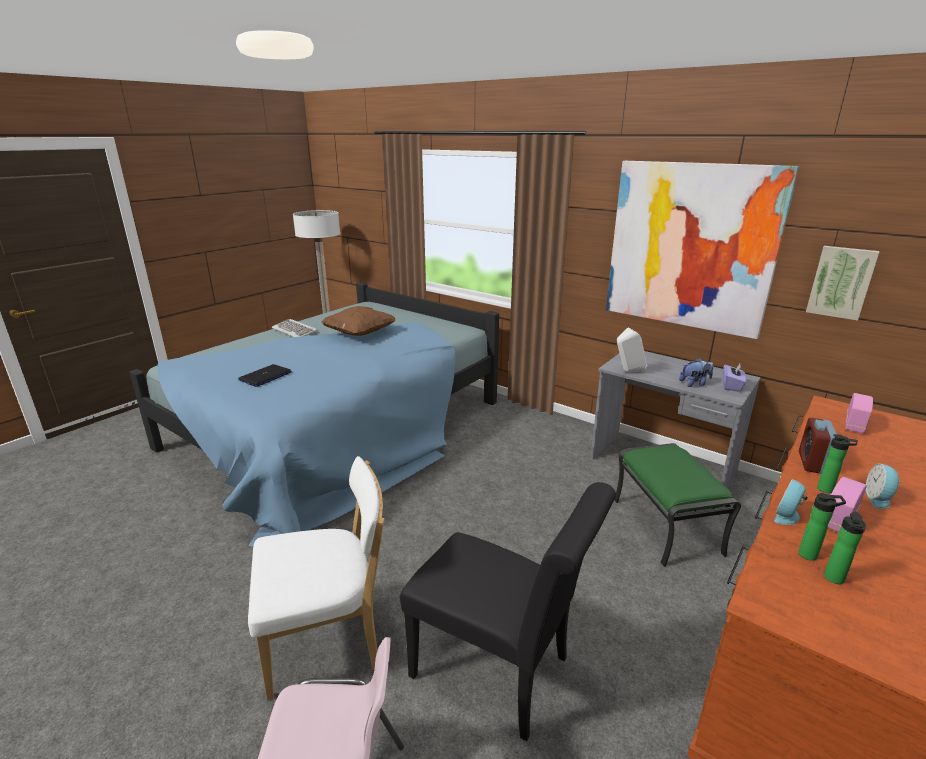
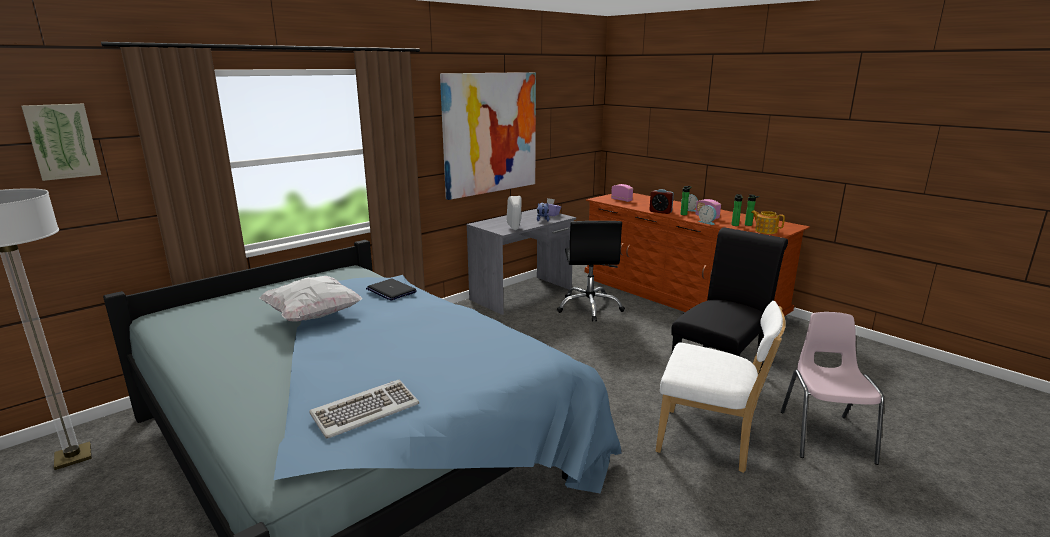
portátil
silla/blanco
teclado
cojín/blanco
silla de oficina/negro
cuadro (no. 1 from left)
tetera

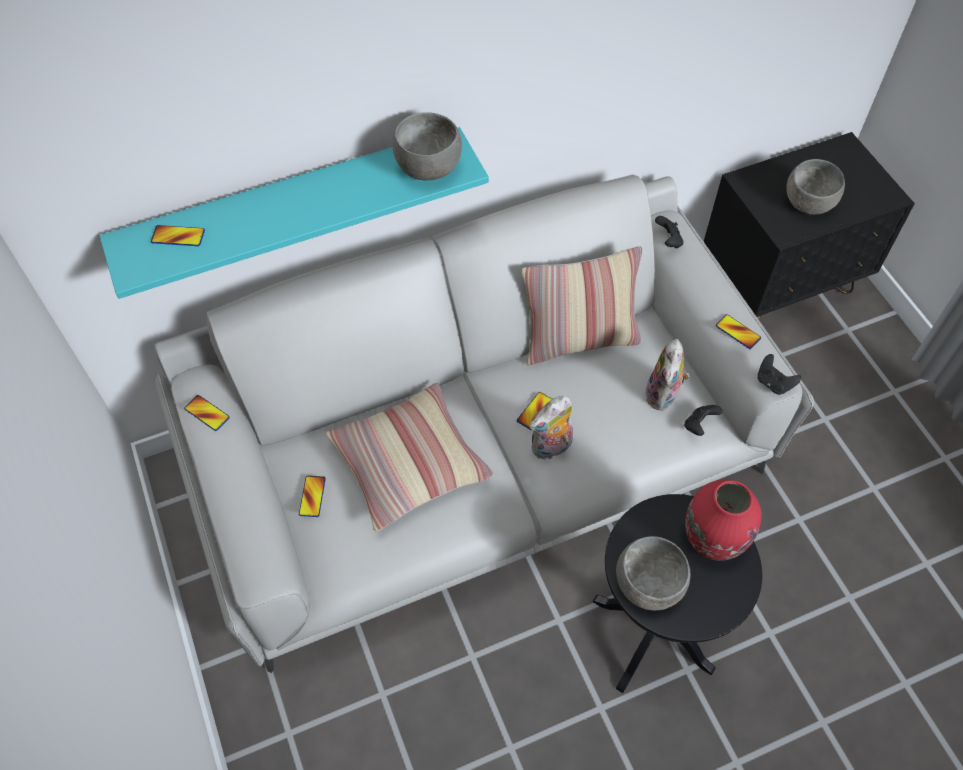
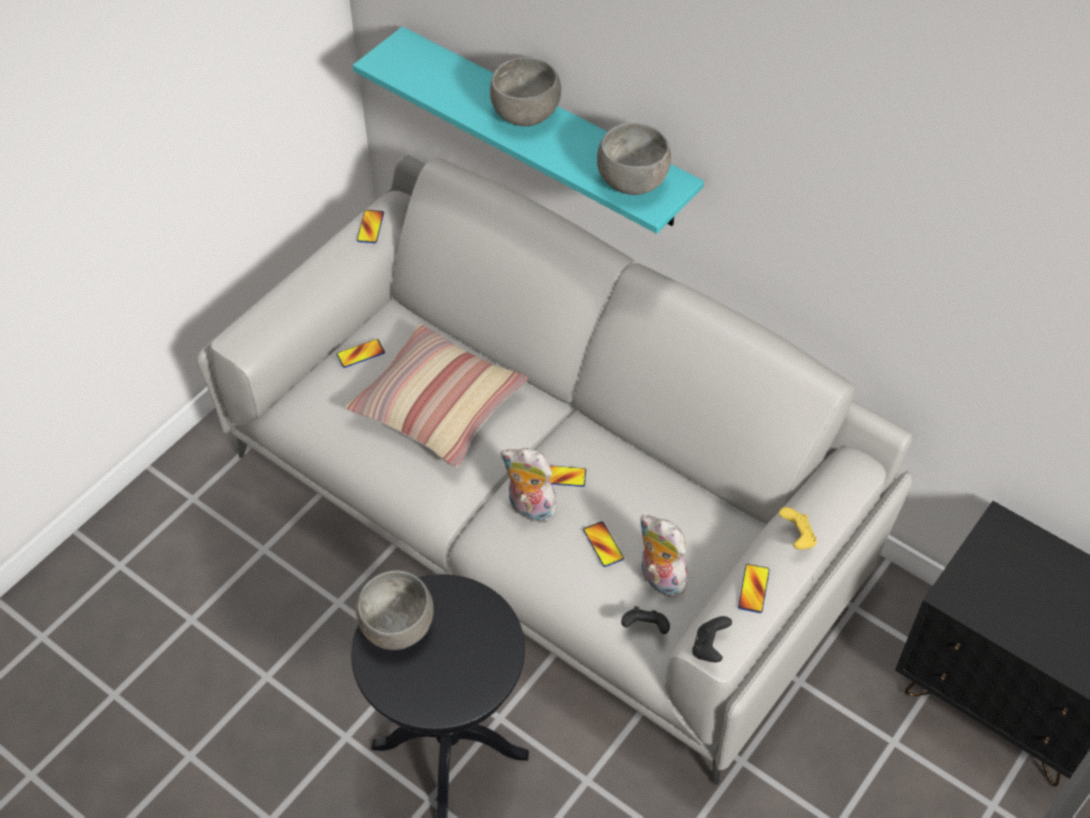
móvil (no. 4 from left)
cojín (no. 2 from left in the first image)
peluche (no. 2 from left)
mando de consola/negro (no. 1 from left in the first image)
florero/rojo
cuenco/gris (no. 2 from left)
mando de consola/amarillo

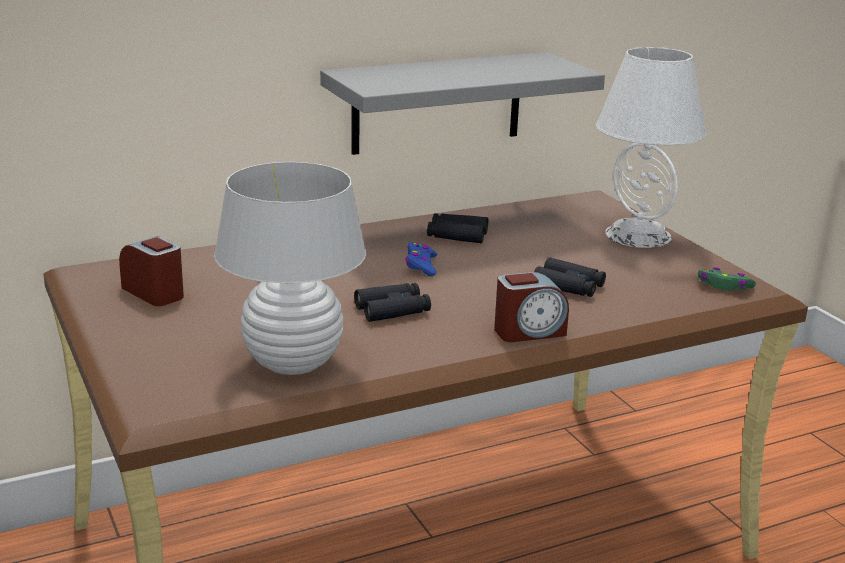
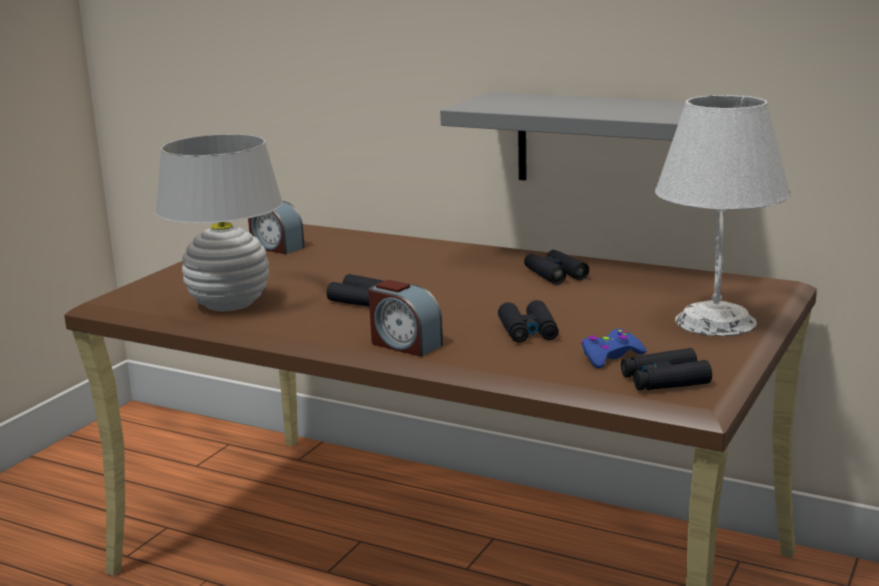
despertador (no. 1 from left)
mando de consola/azul
prismáticos/negro (no. 4 from left)

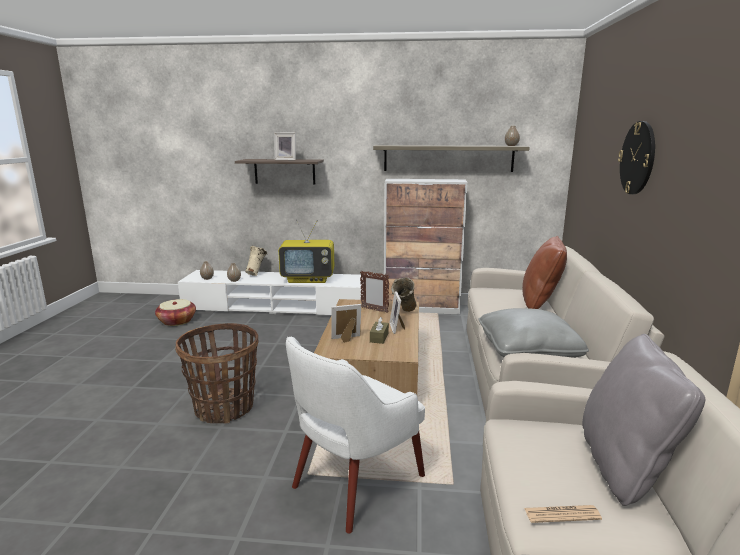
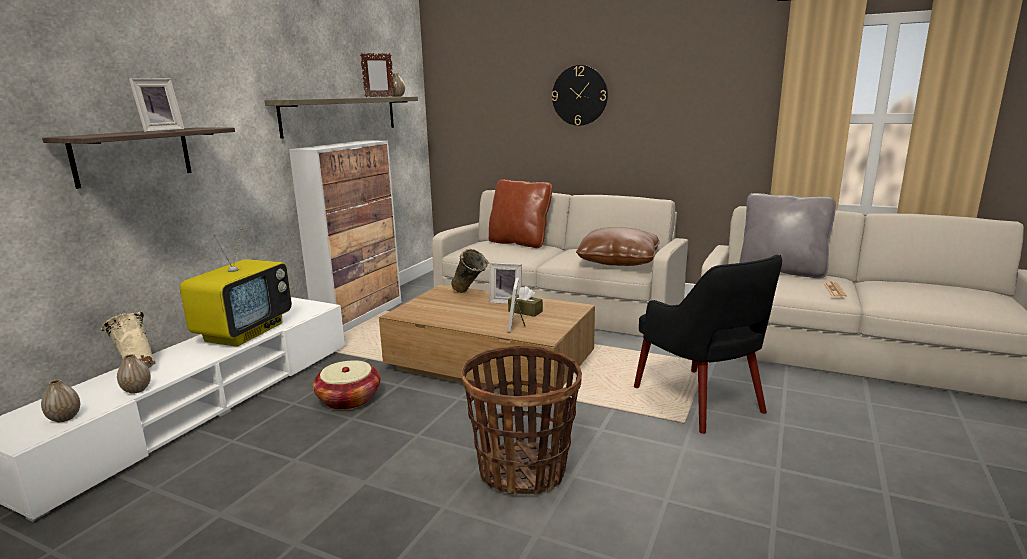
cesta (no. 1 from left)
sillón/negro
portarretratos (no. 2 from left)
cojín/marrón (no. 2 from left)

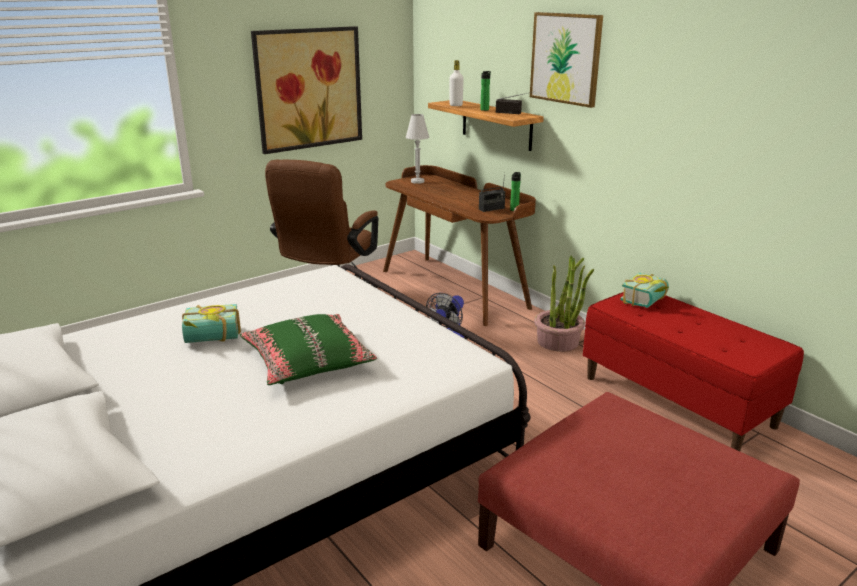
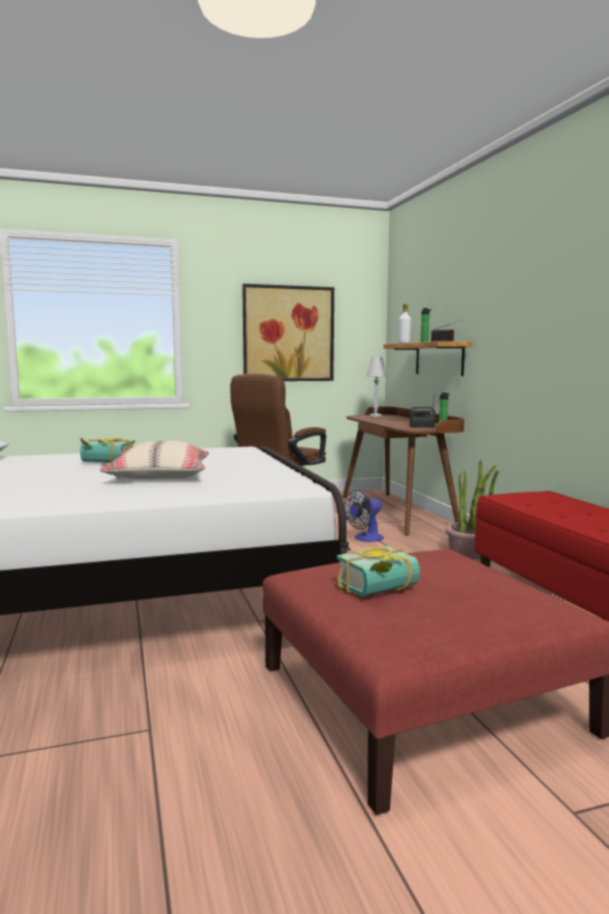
cojín/beis
cuadro (no. 2 from left in the first image)
libro (no. 2 from left)

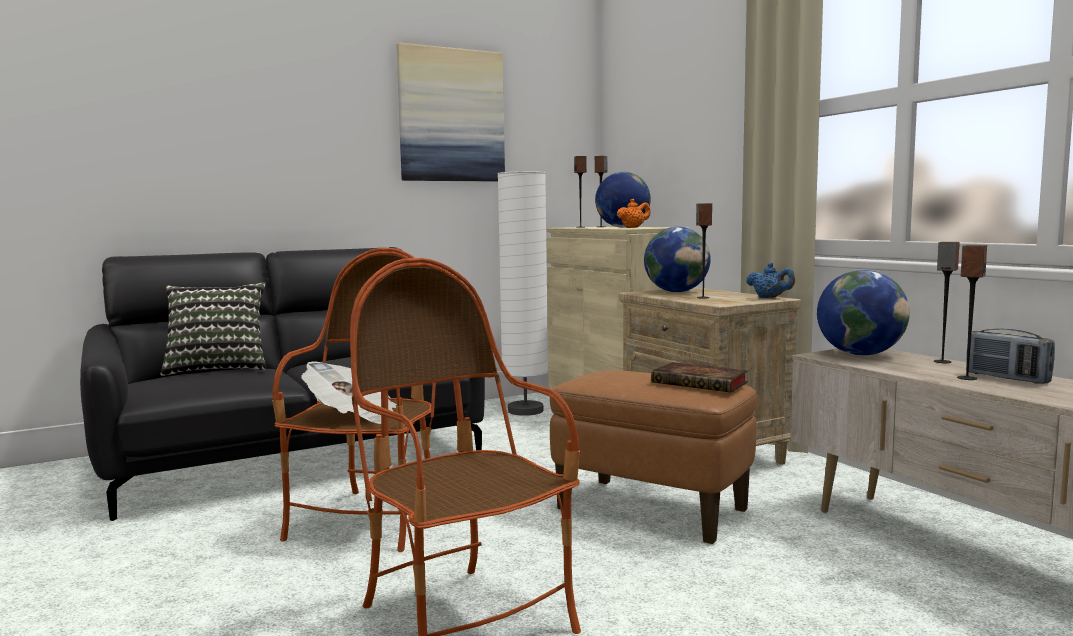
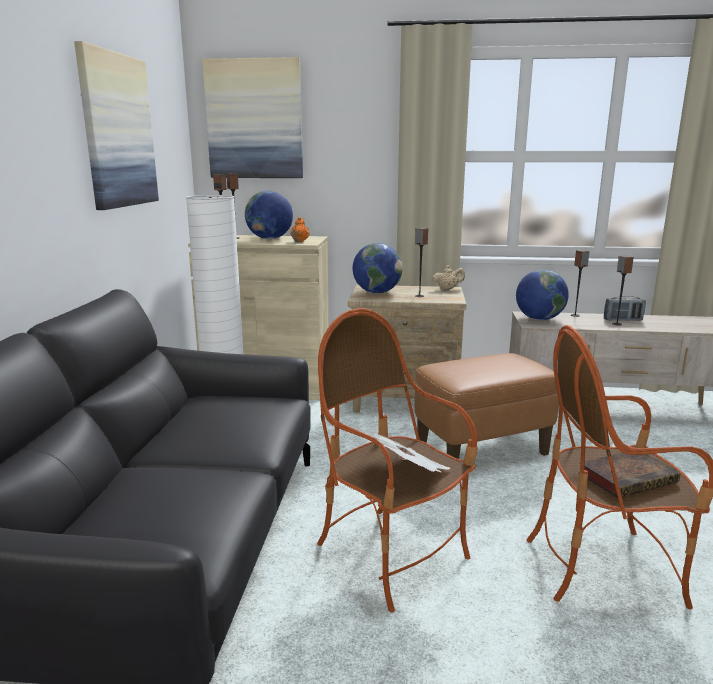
cojín
libro
tetera/beis
cuadro (no. 2 from left)

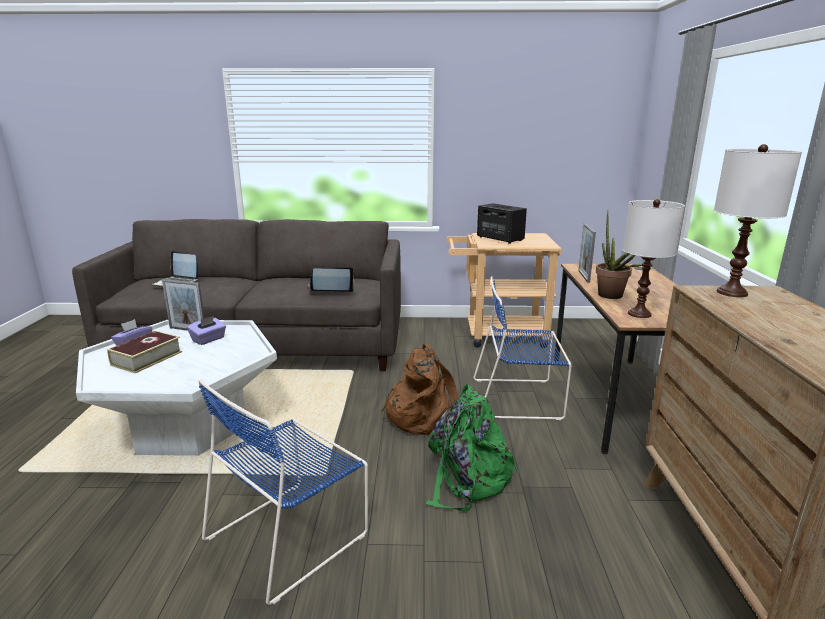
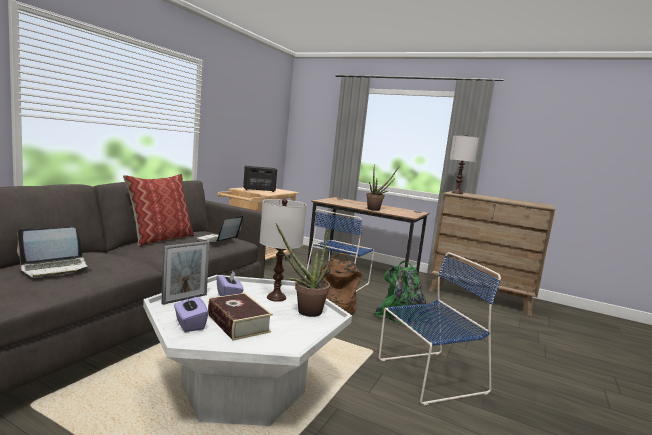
silla/azul (no. 2 from left)
portarretratos (no. 2 from left in the first image)
lámpara de mesa/blanco (no. 1 from left)
cojín
planta en maceta (no. 1 from left)

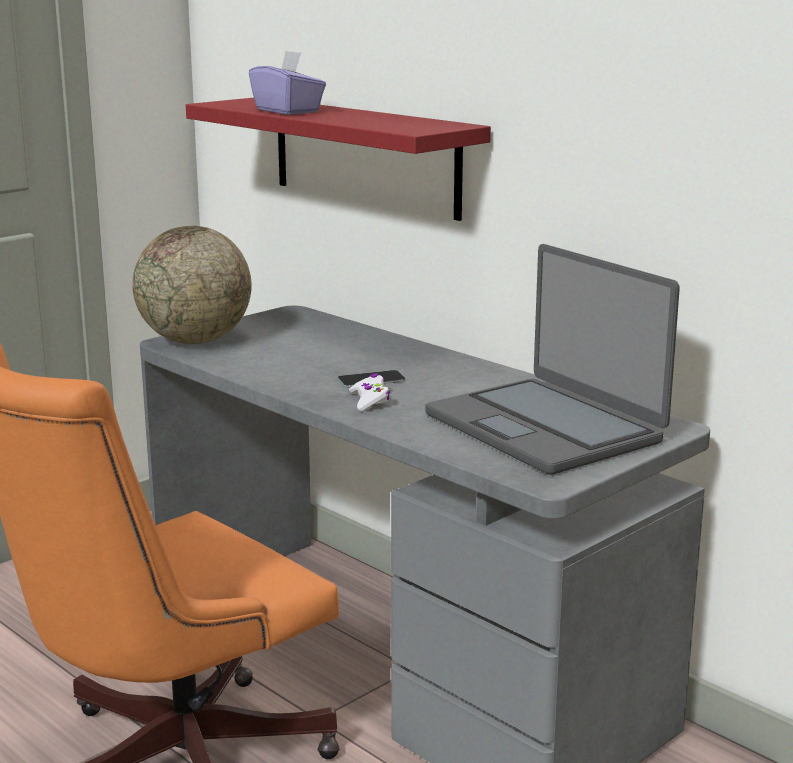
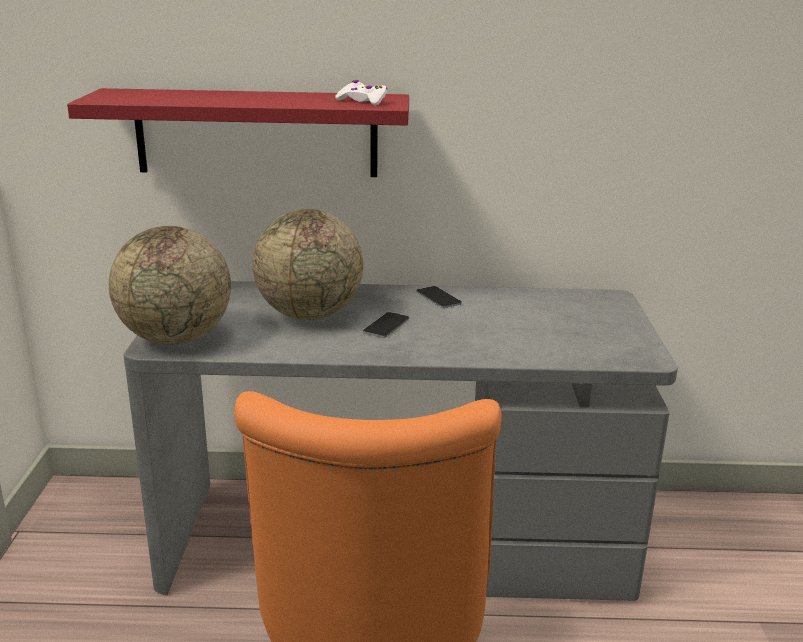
caja de pañuelos/morado
mando de consola/blanco
portátil
globo terráqueo (no. 2 from left)
móvil (no. 2 from left)

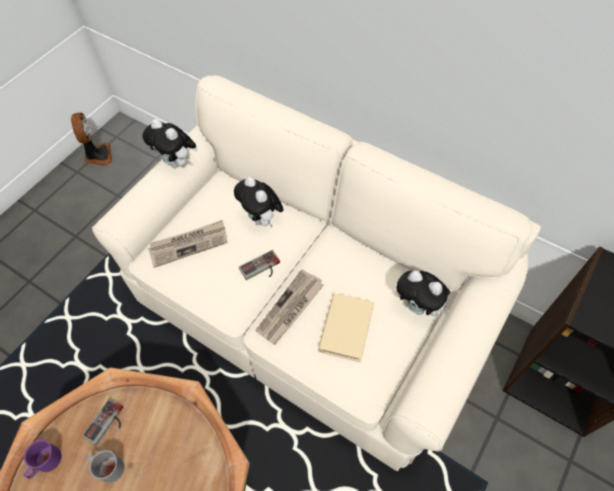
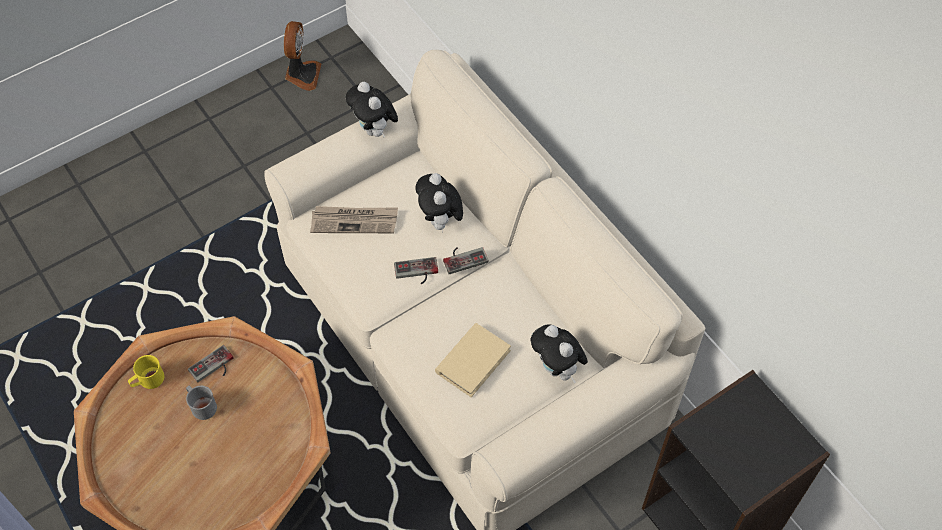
taza grande/amarillo
periódico (no. 2 from left in the first image)
mando de consola (no. 3 from left)

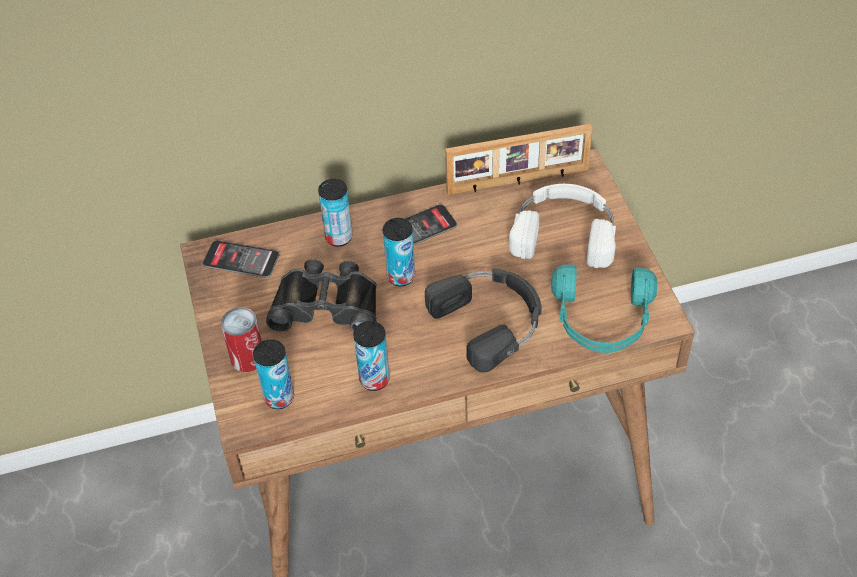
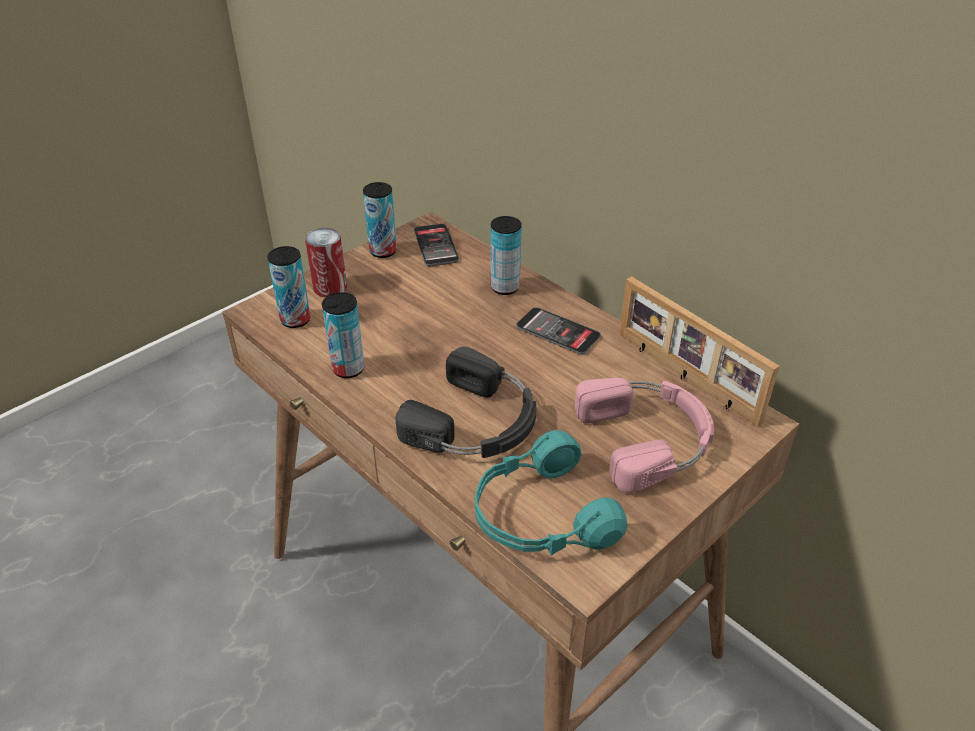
prismáticos/negro
lata (no. 4 from left)
auriculares/rosa

